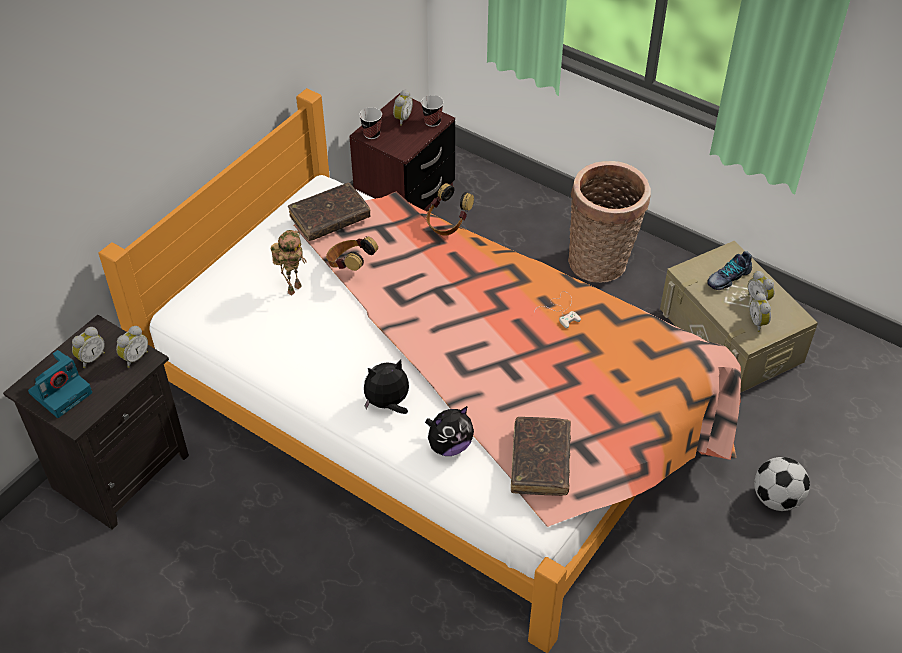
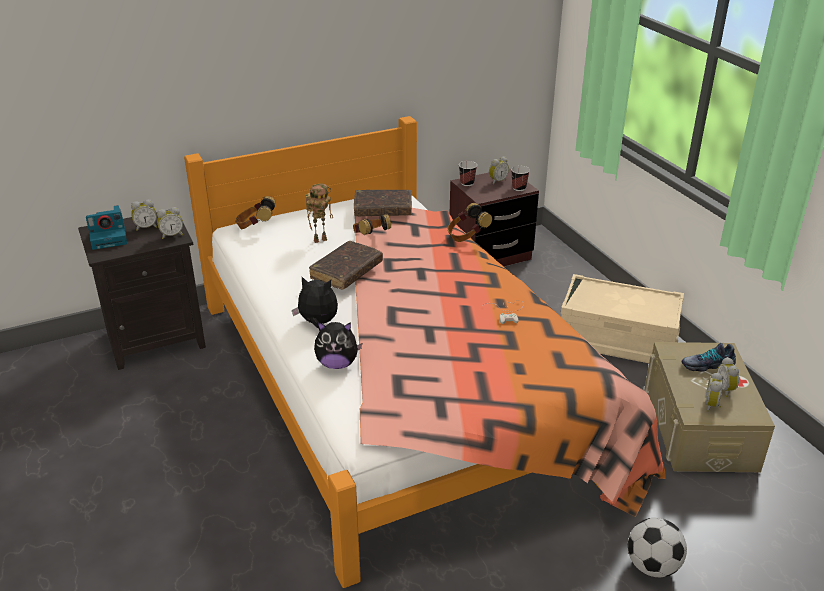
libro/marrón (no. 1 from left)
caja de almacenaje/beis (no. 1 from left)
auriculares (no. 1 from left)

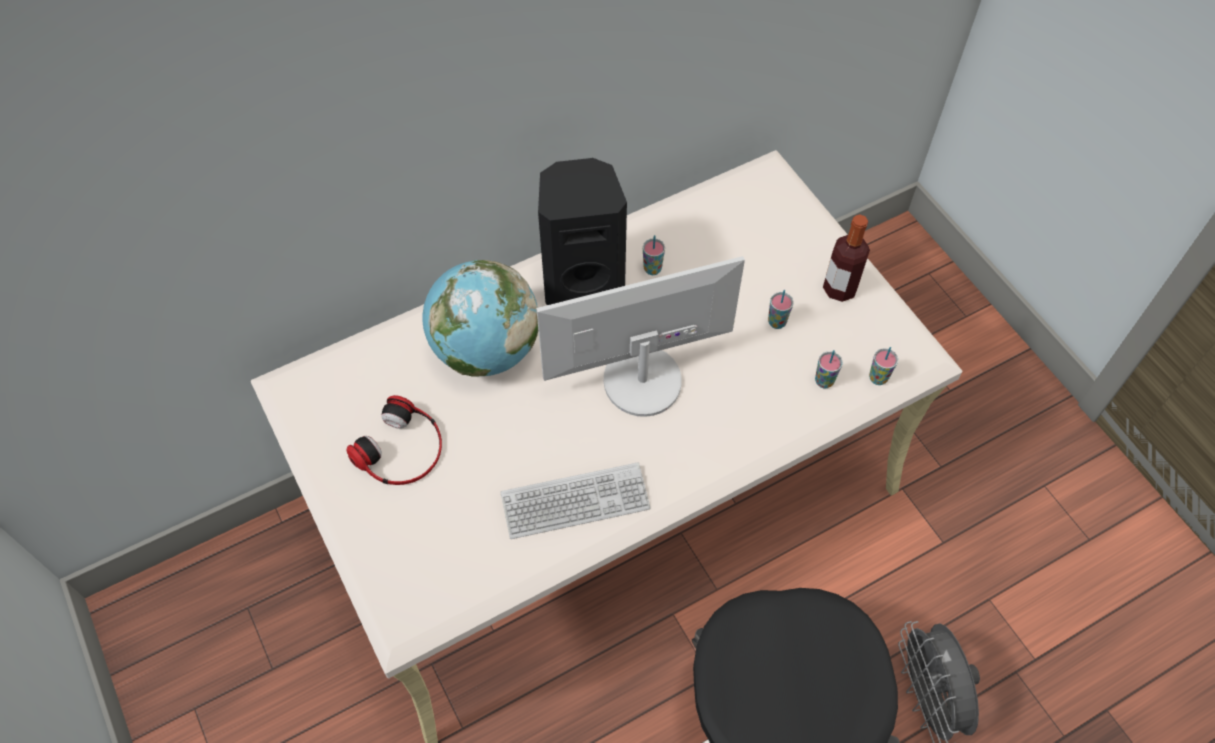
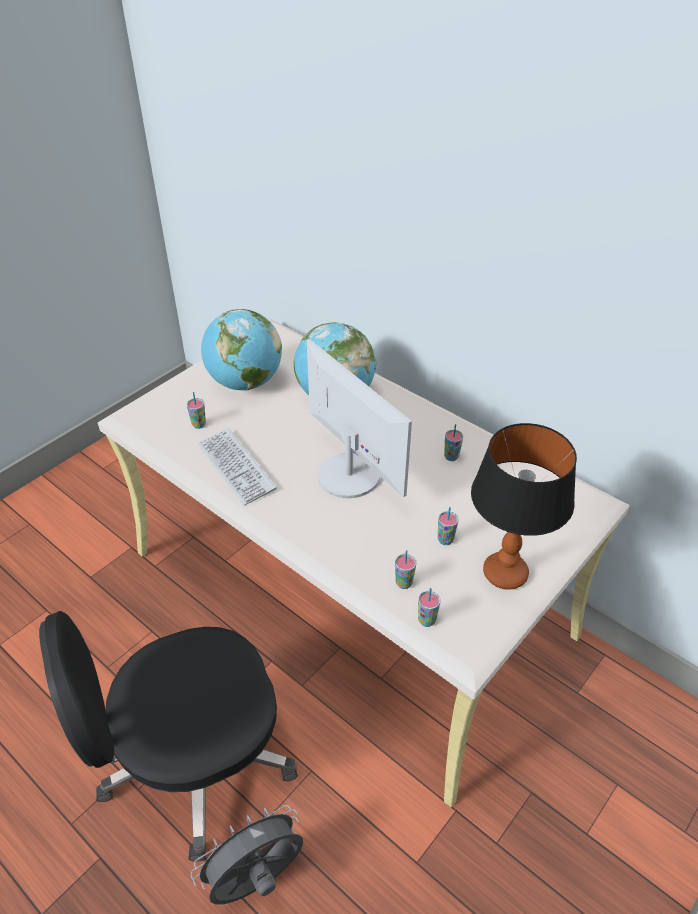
globo terráqueo (no. 1 from left)
altavoz/negro
lámpara de mesa
taza (no. 1 from left)

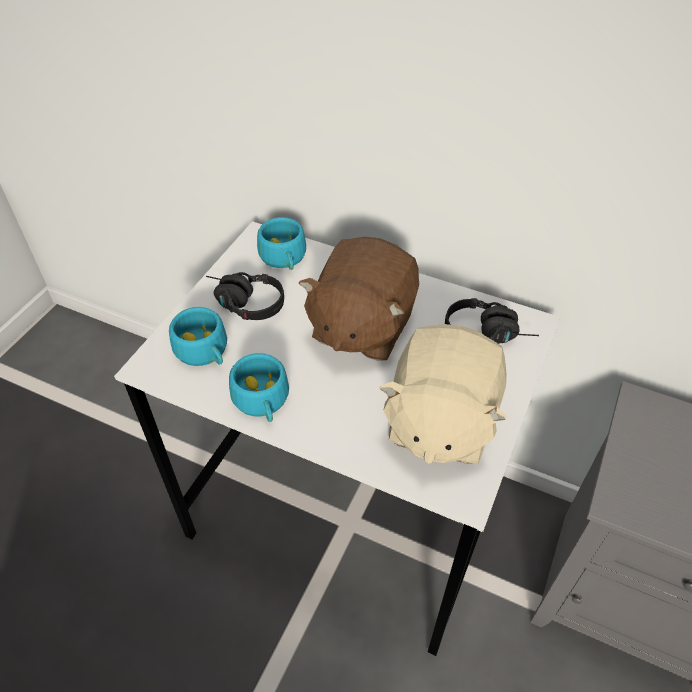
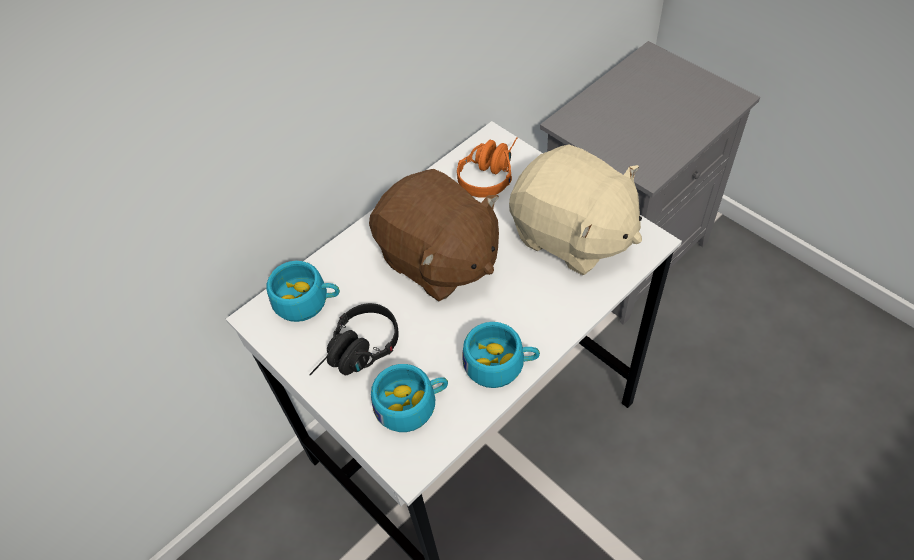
auriculares/naranja

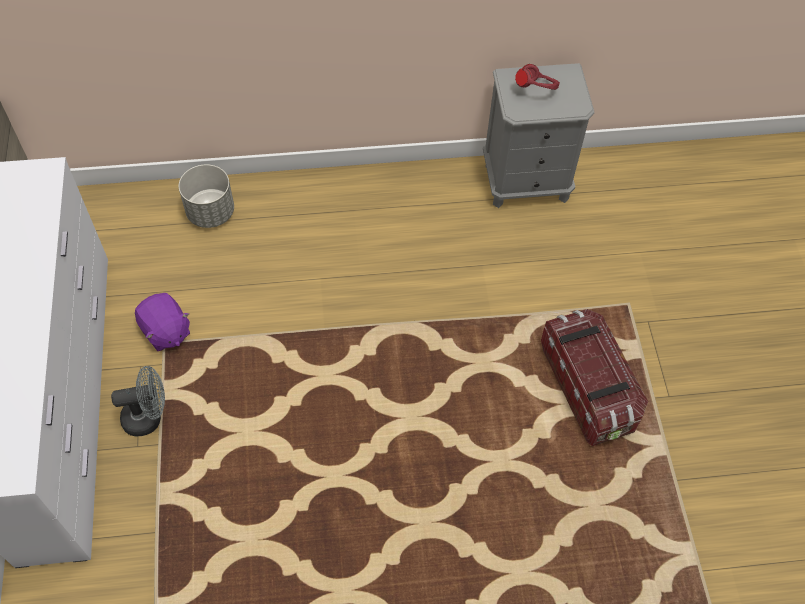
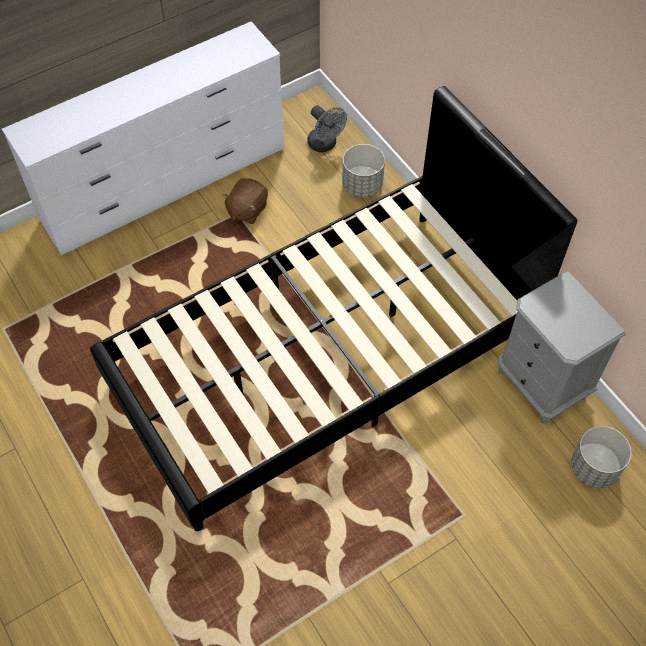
ventilador/gris
peluche/marrón
auriculares/rojo
caja de almacenaje
cama/negro
maceta/gris (no. 2 from left)

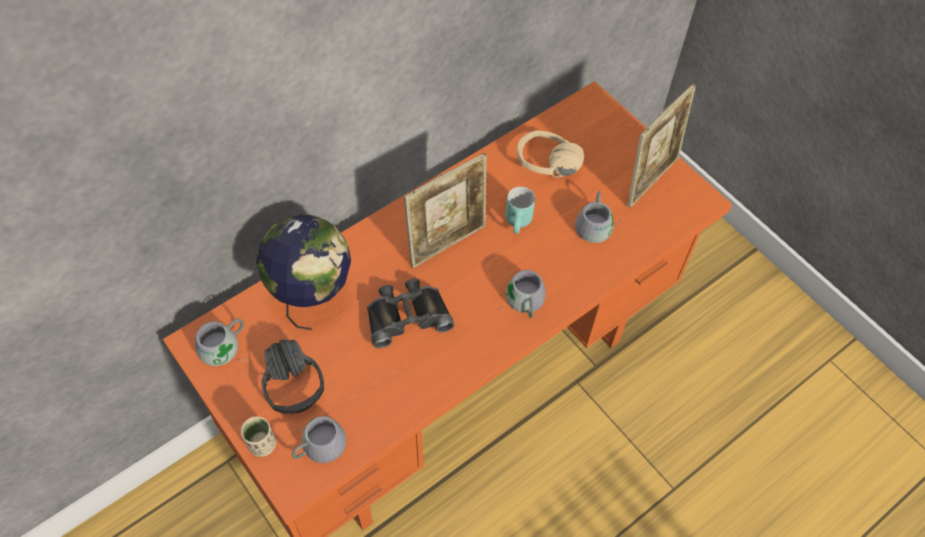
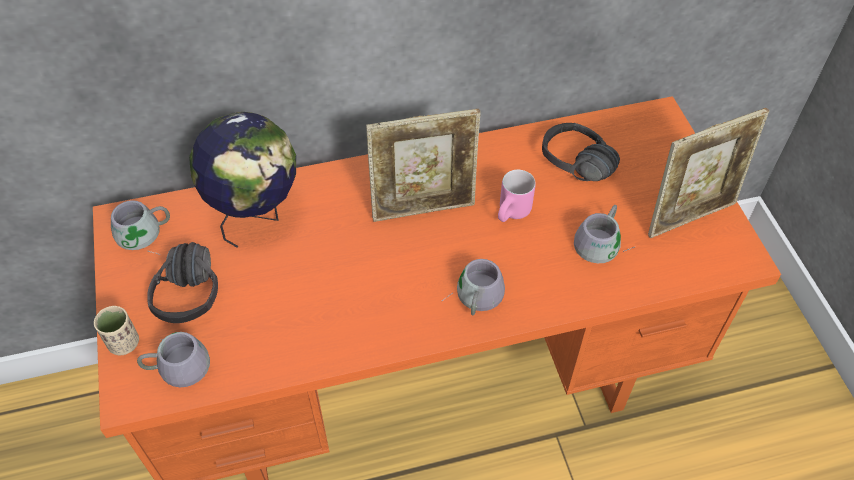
prismáticos/negro
taza grande/rosa
auriculares/negro (no. 2 from left)

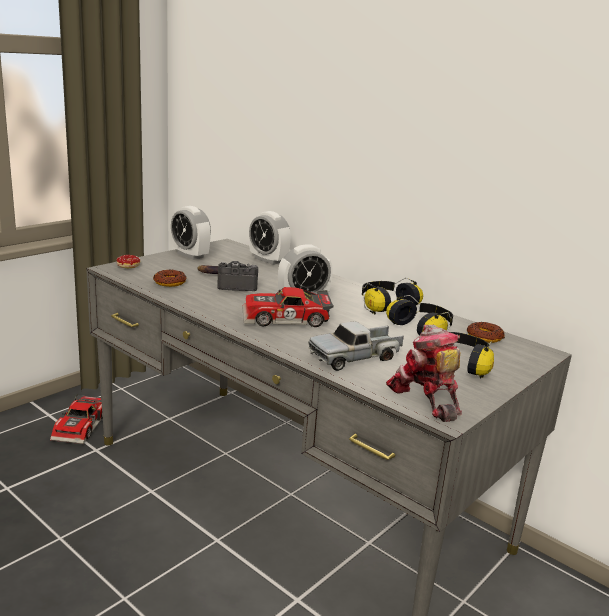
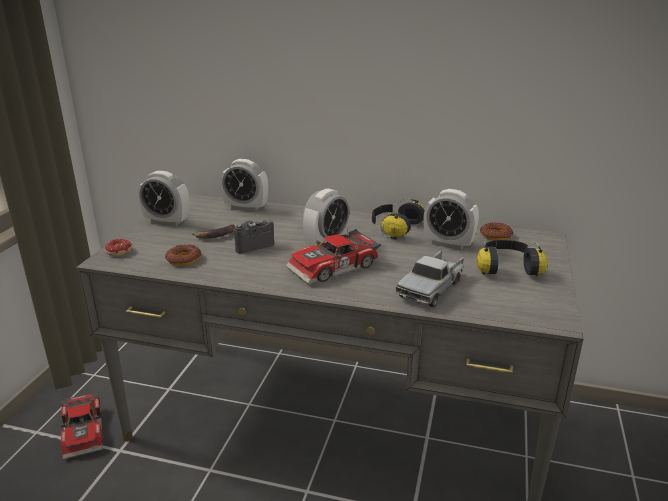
despertador (no. 4 from left)
robot de juguete

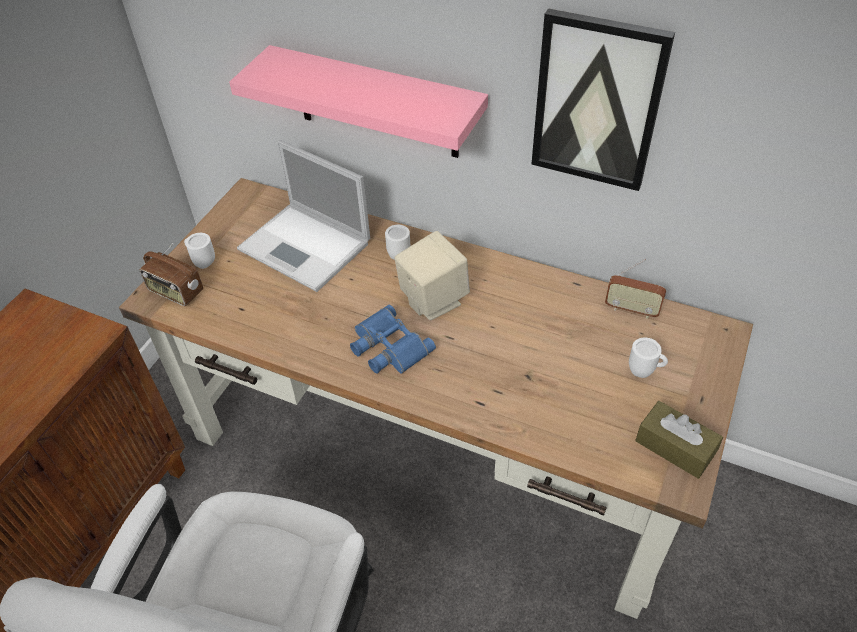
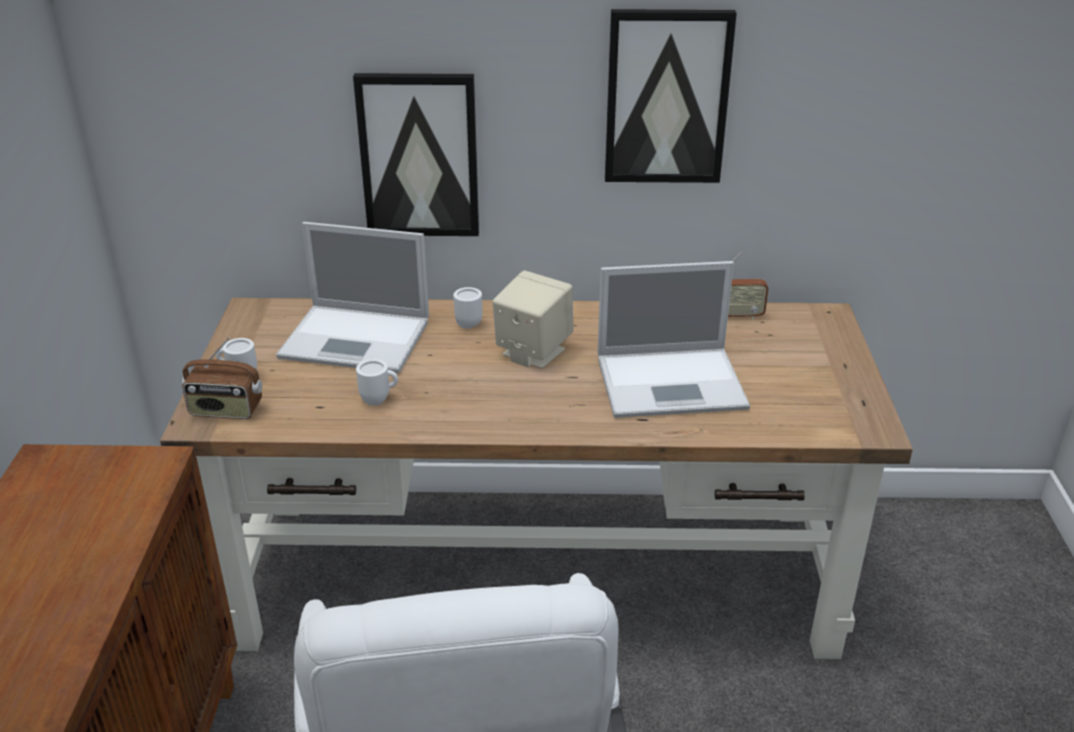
cuadro (no. 1 from left)
prismáticos/azul
taza grande/blanco (no. 2 from left)
caja de pañuelos/marrón
portátil (no. 2 from left)

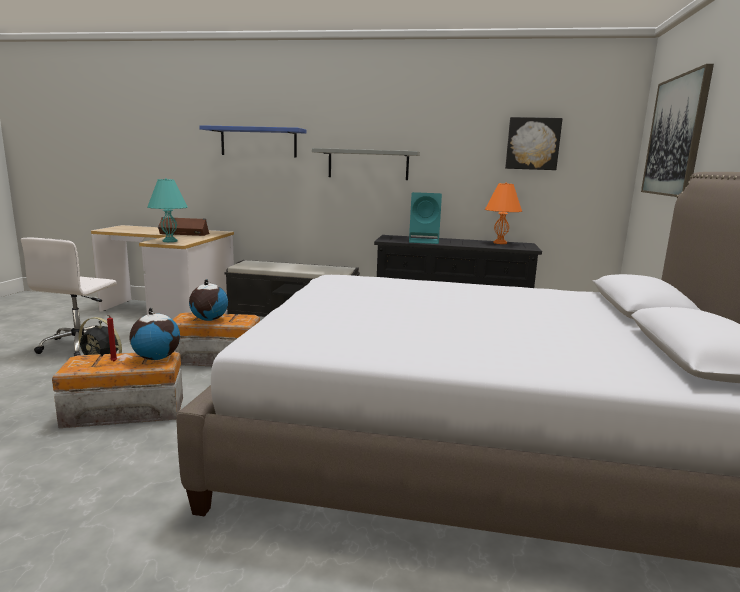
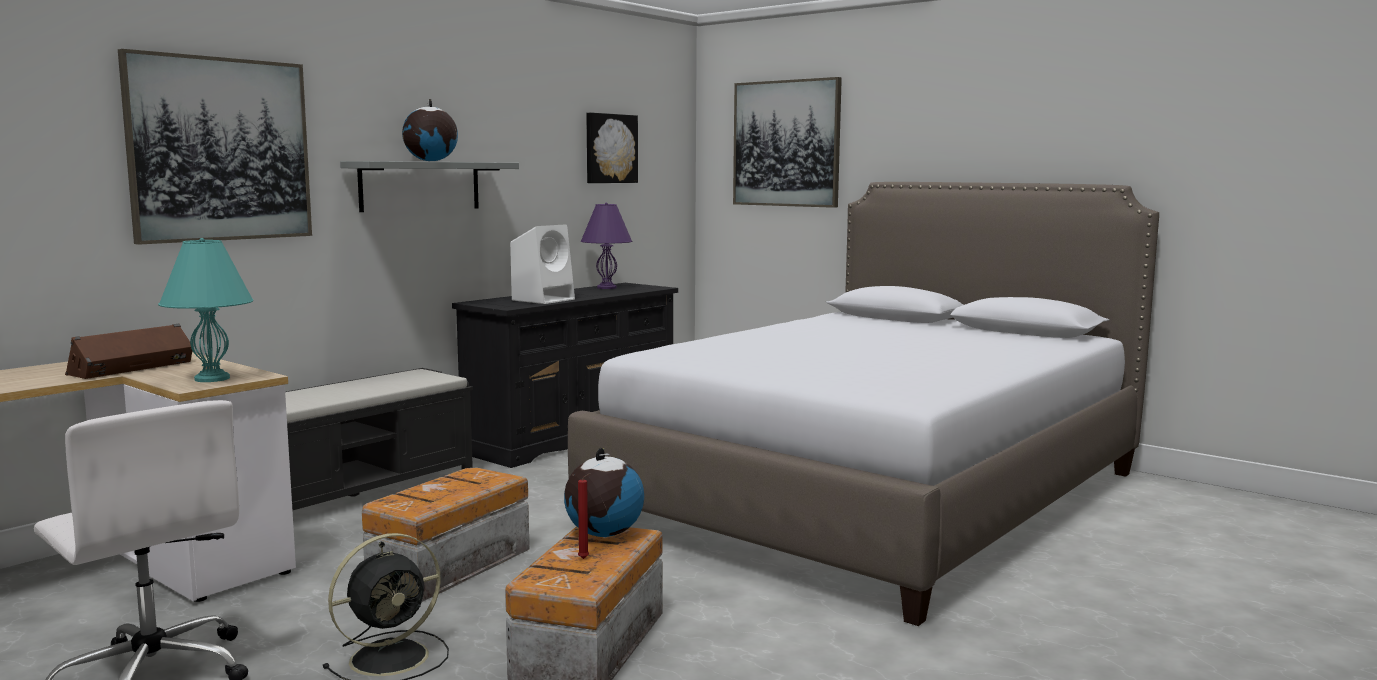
globo terráqueo (no. 1 from left)
cuadro (no. 1 from left)
altavoz/blanco
lámpara de mesa/morado

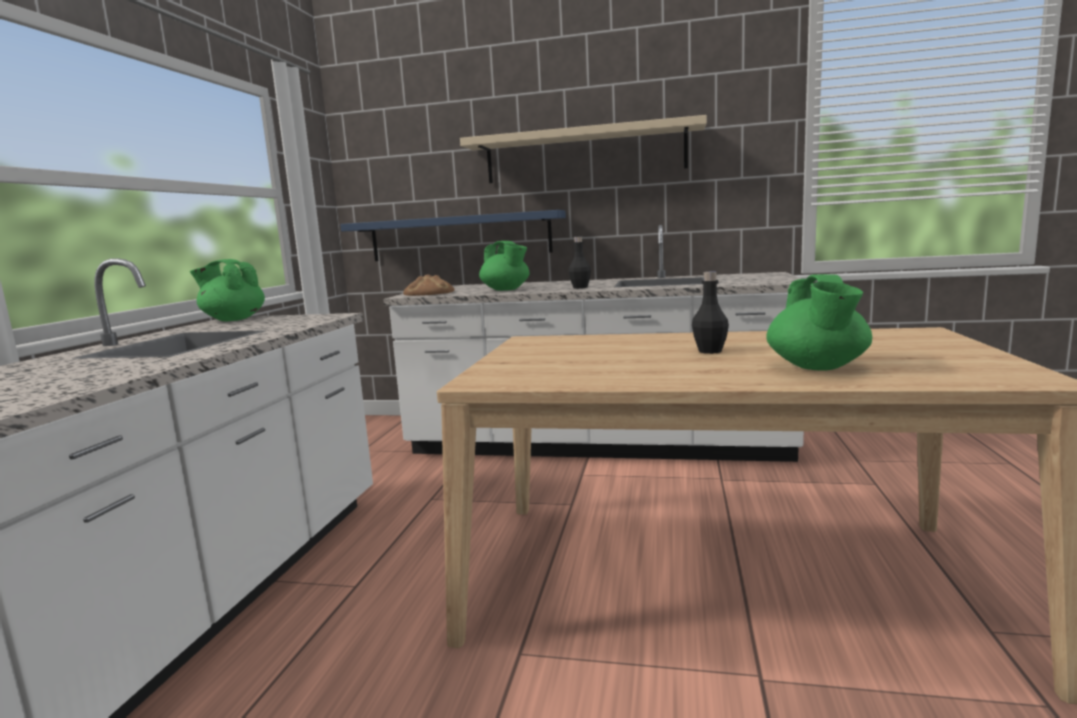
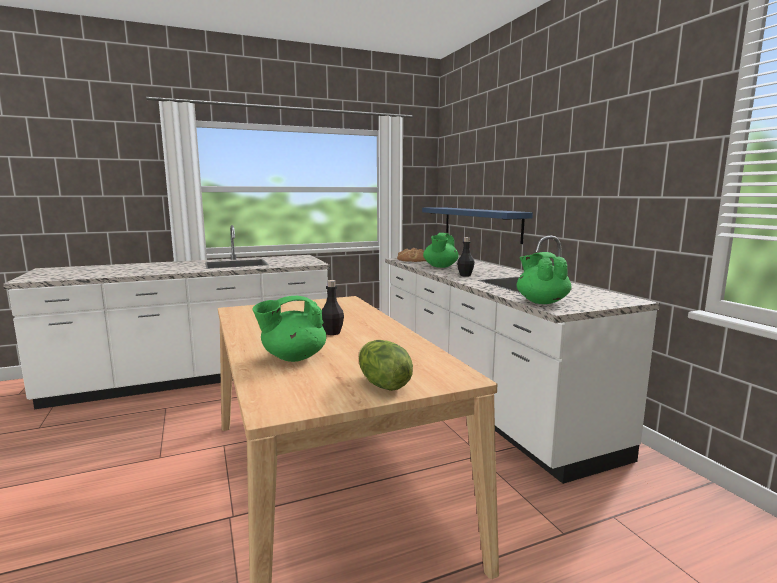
tetera/verde (no. 3 from left)
estante/beis
lechuga

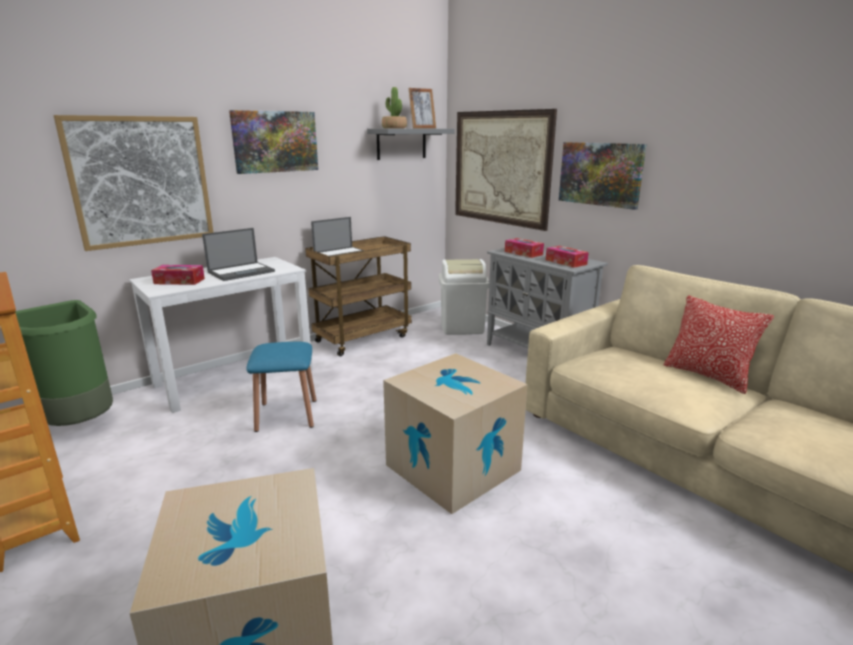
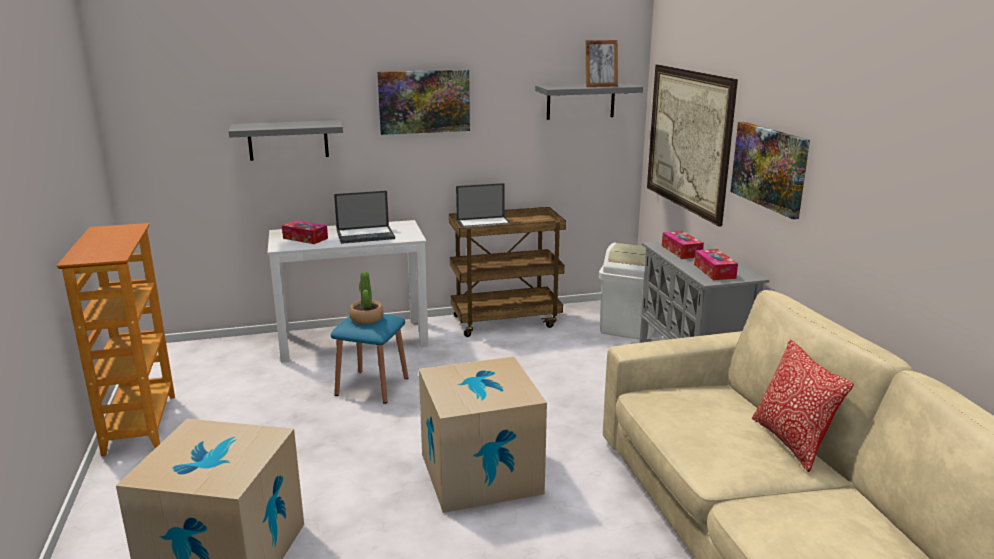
papelera/verde
estante/gris (no. 1 from left)
planta en maceta

